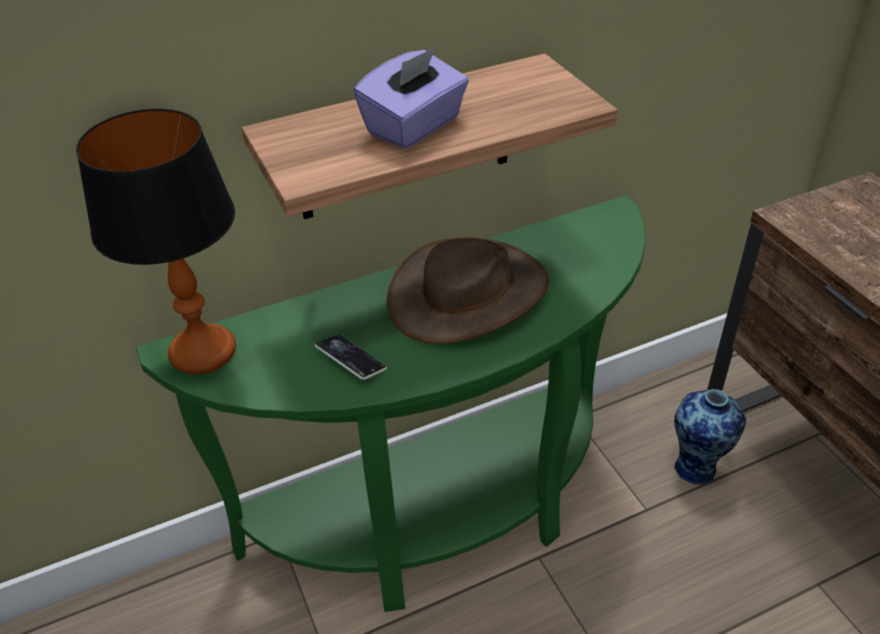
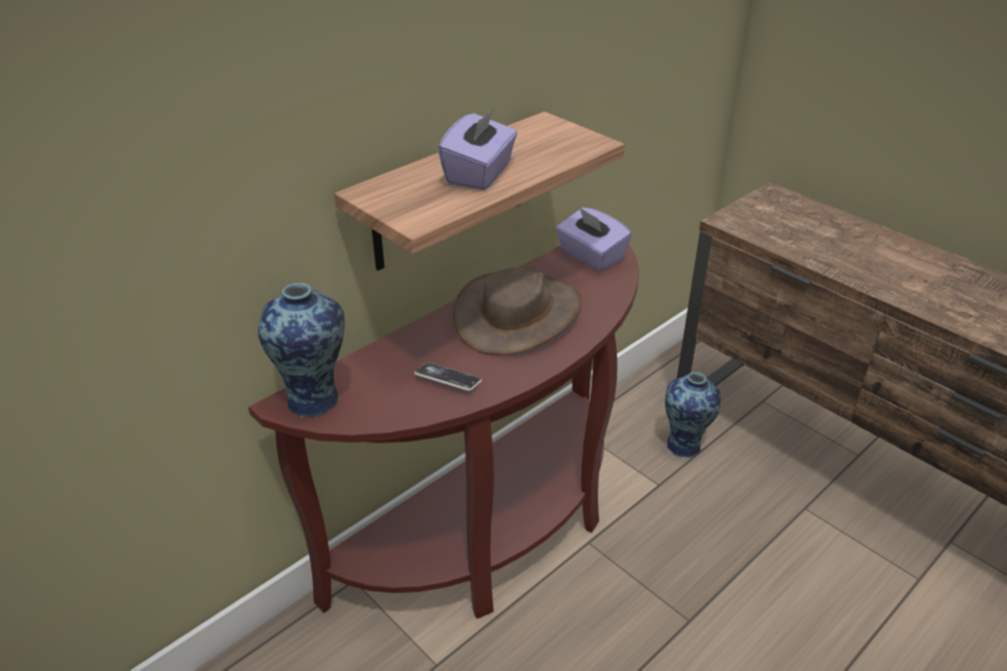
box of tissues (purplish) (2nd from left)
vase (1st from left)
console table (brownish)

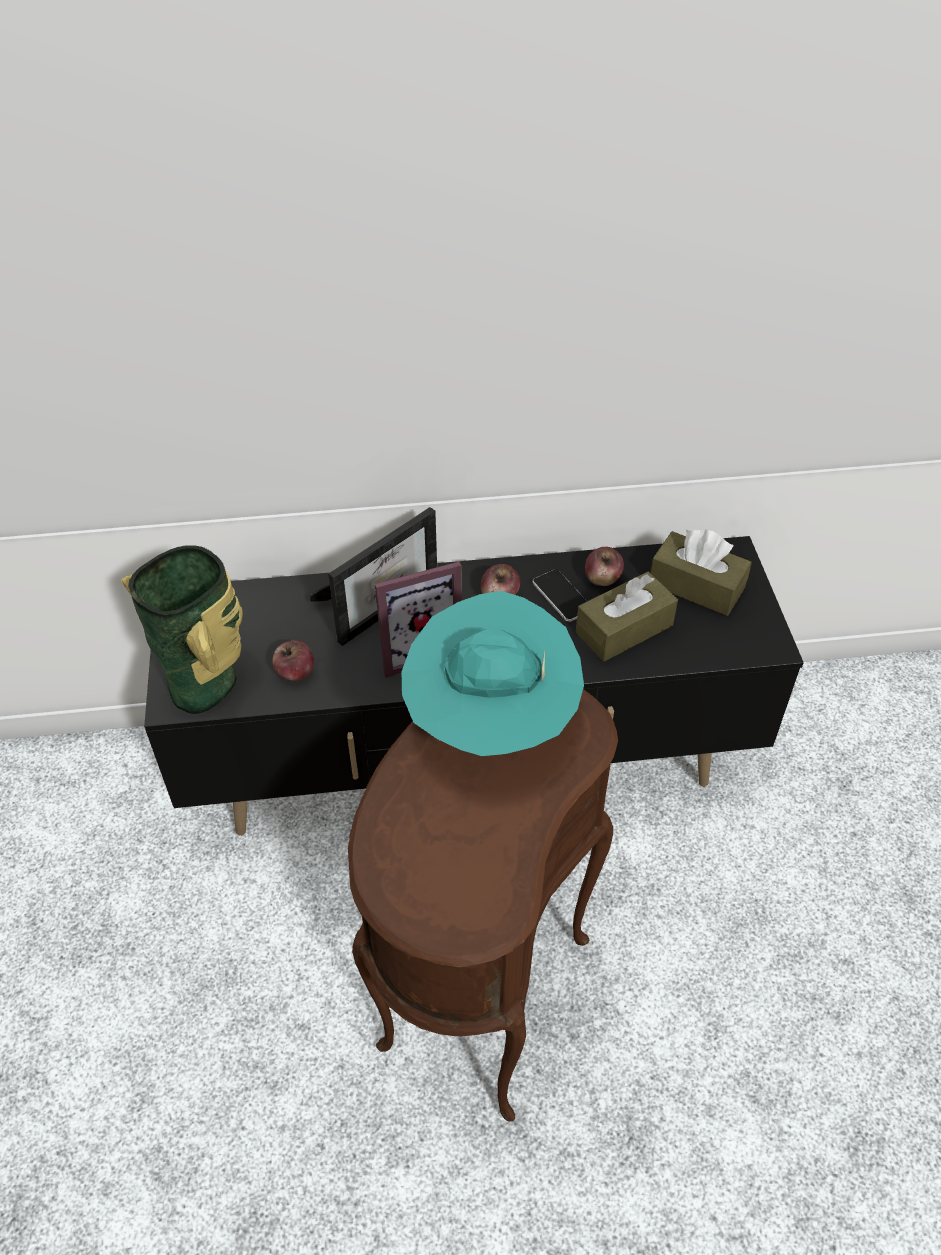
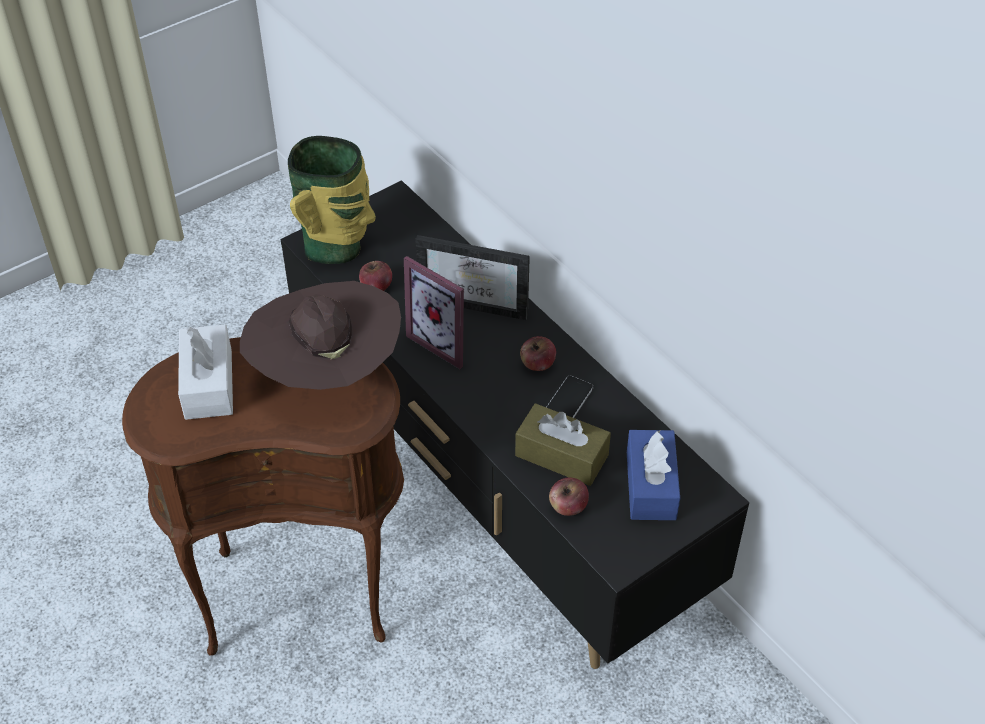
box of tissues (white)
apple (3rd from left)
hat (brownish)
box of tissues (bluish)

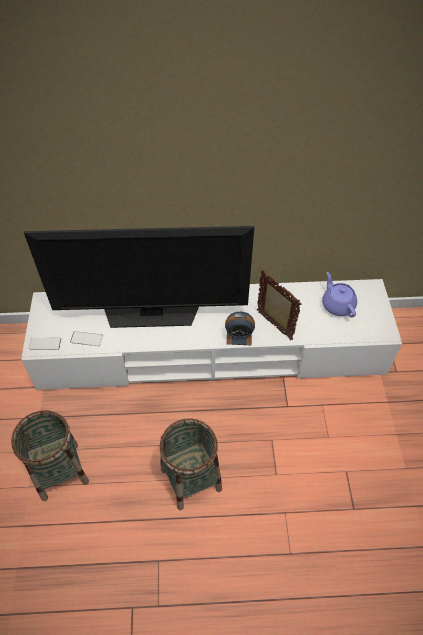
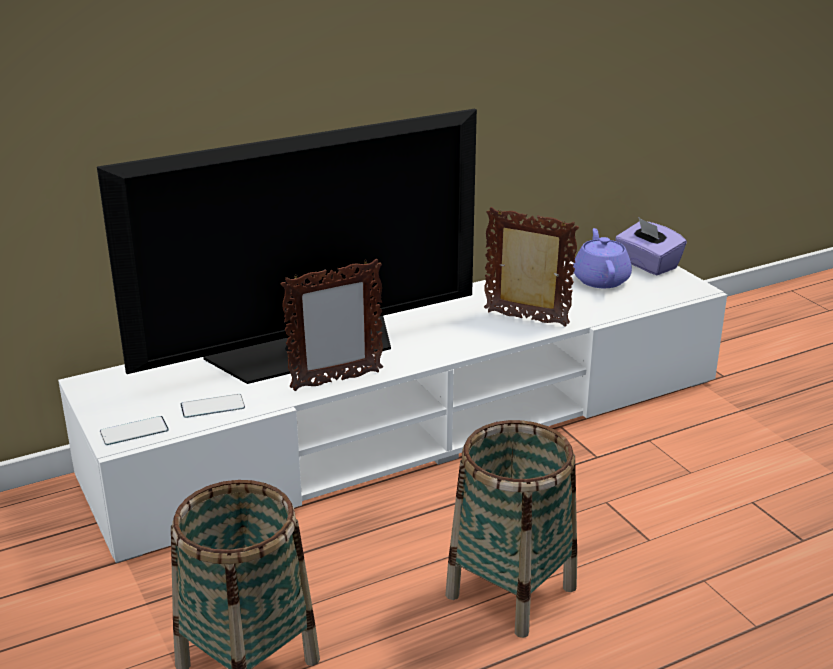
bedside clock
picture frame (1st from left)
box of tissues (purplish)
teapot (purplish)

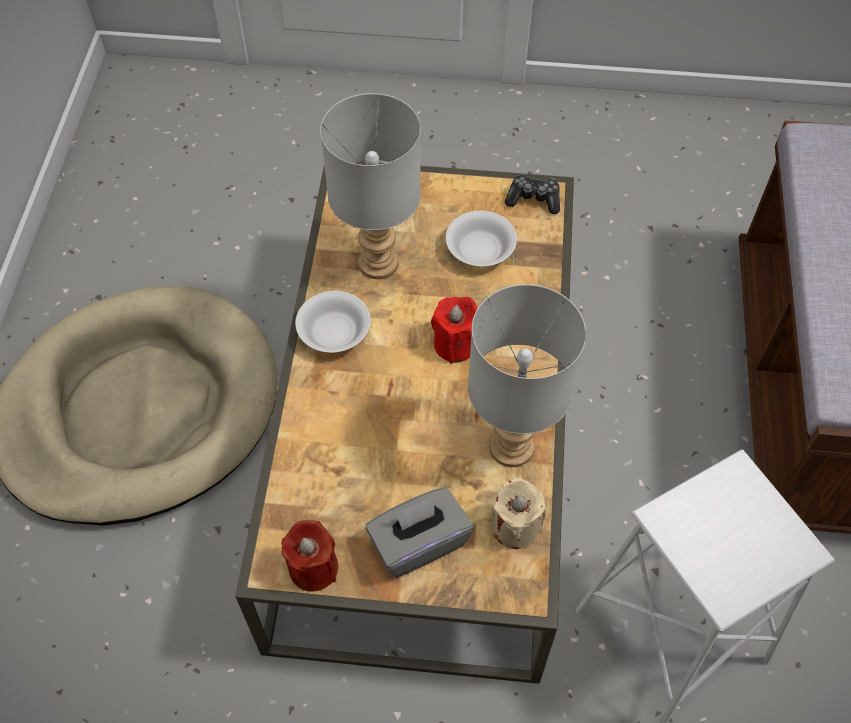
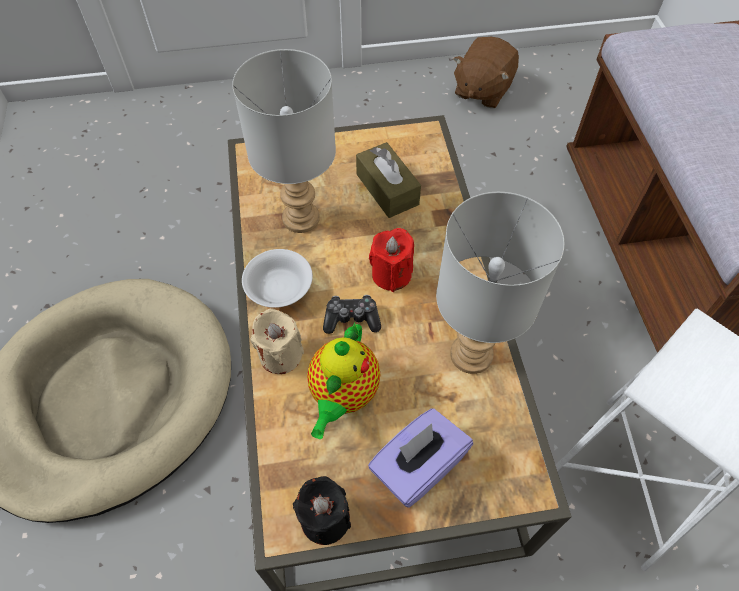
teapot
soft toy (brownish)
wax candle (beige-coloured)
gamepad
box of tissues (brownish)
wax candle (blackish)
box of tissues (purplish)

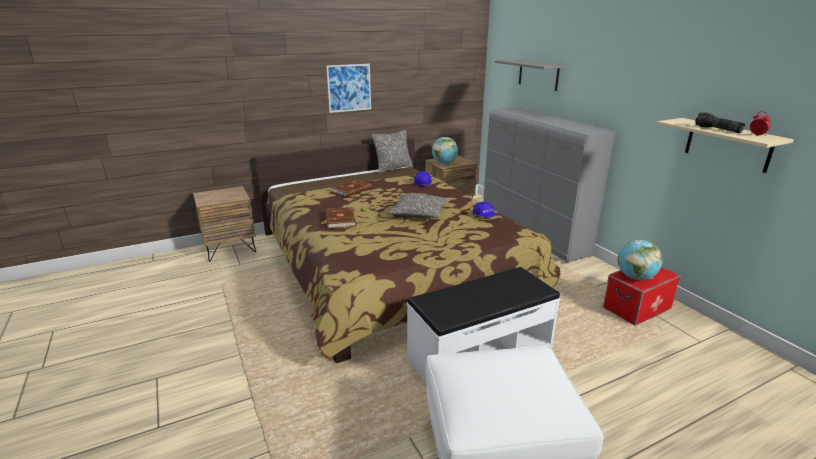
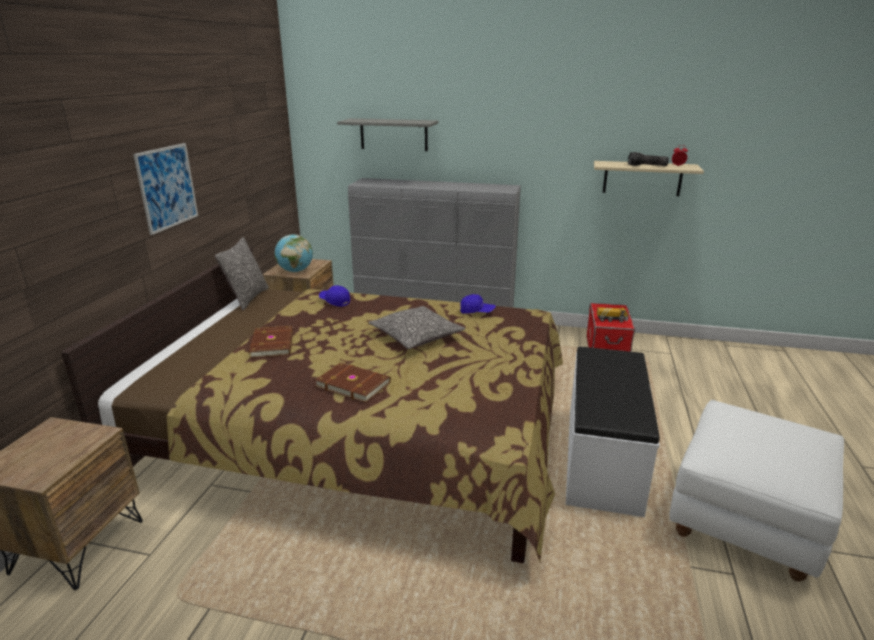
toy lorry

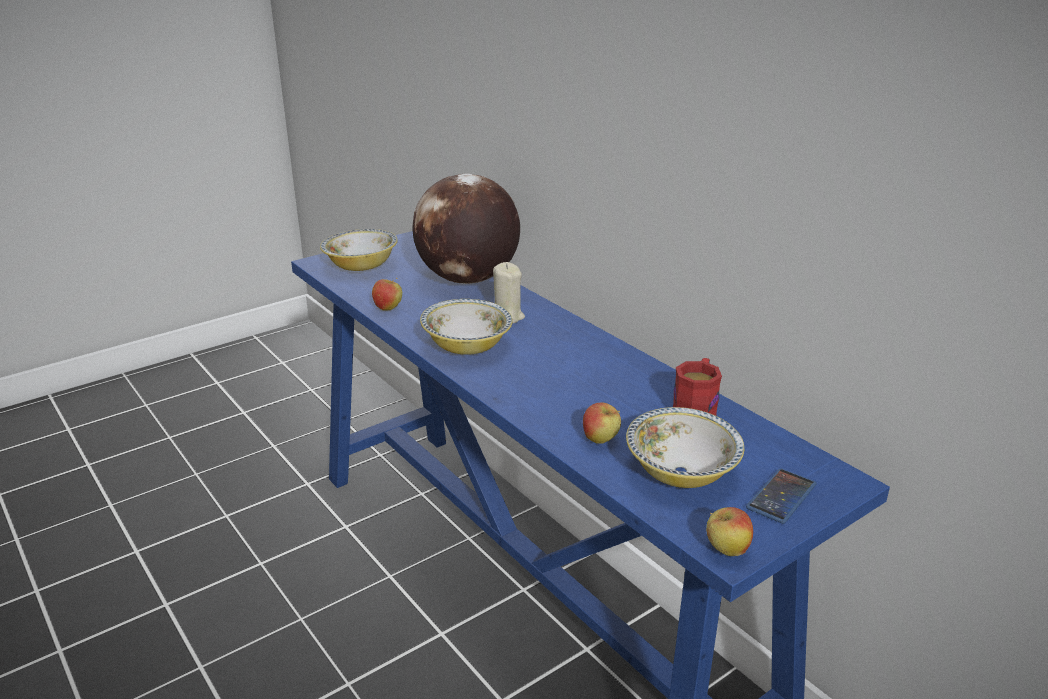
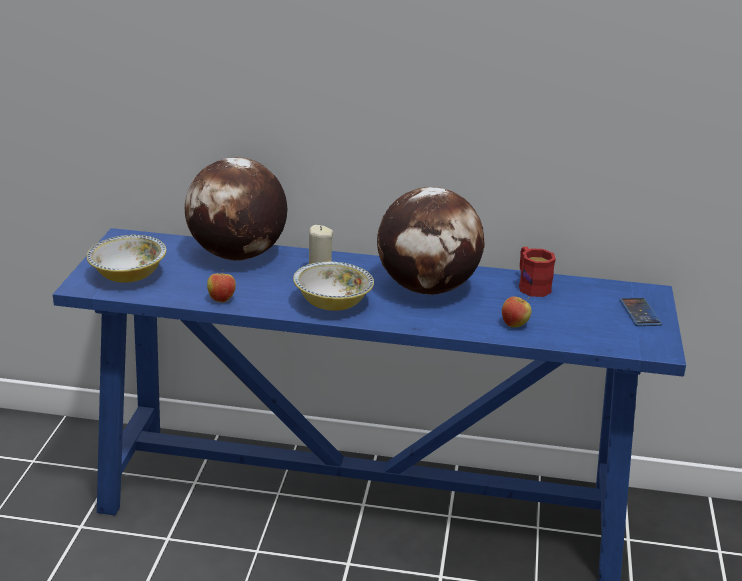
serving bowl (3rd from left in the first image)
apple (3rd from left in the first image)
desk globe (2nd from left)

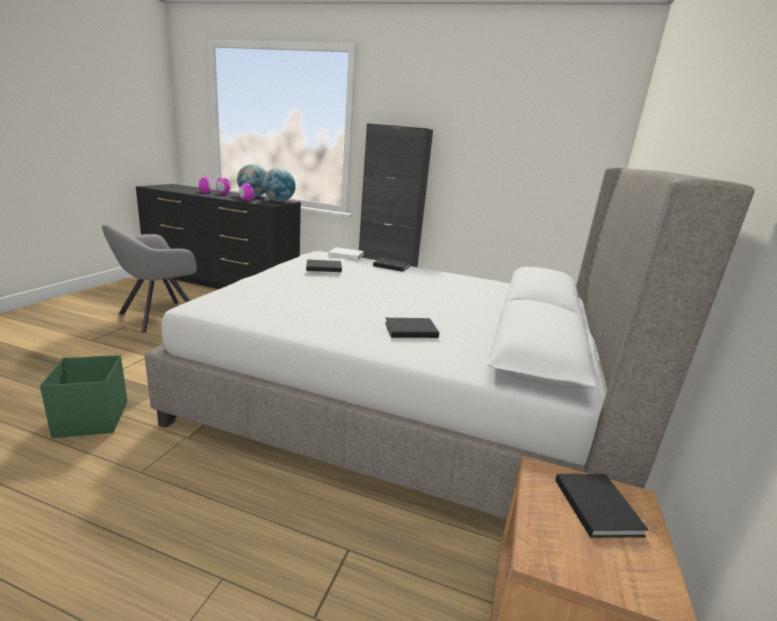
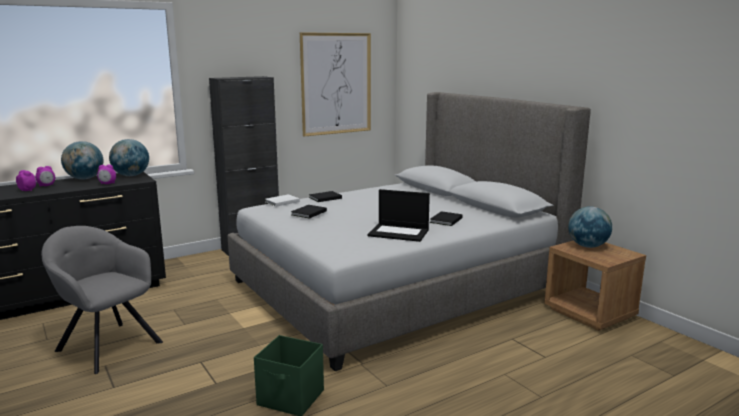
wall picture
portable computer
desk globe (3rd from left)
armchair (greyish)

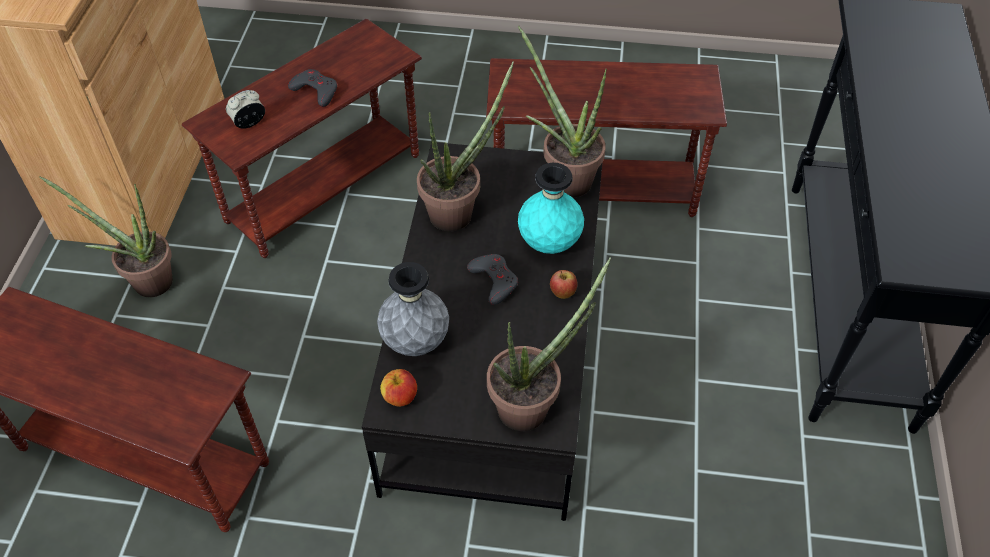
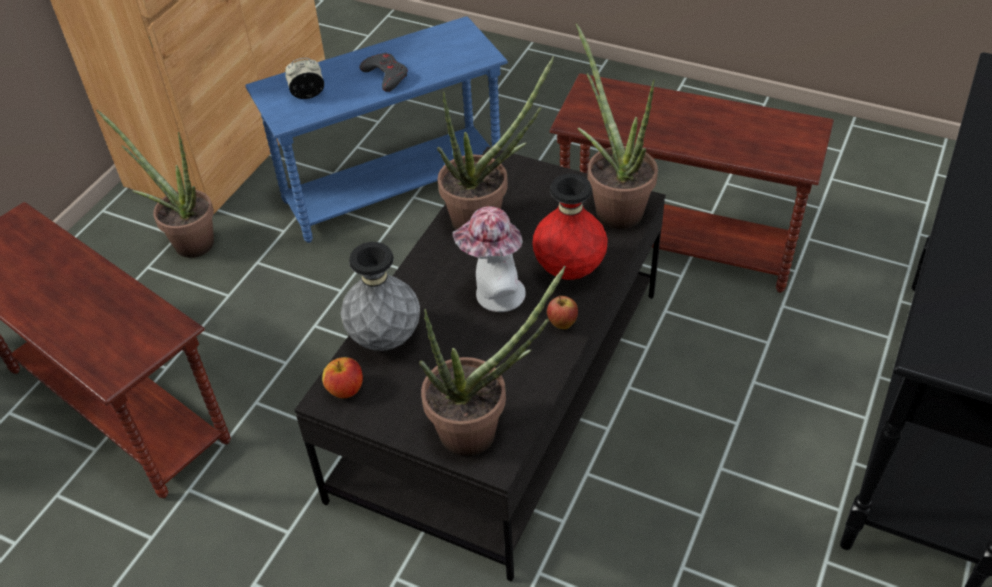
hat
end table (bluish)
vase (red)

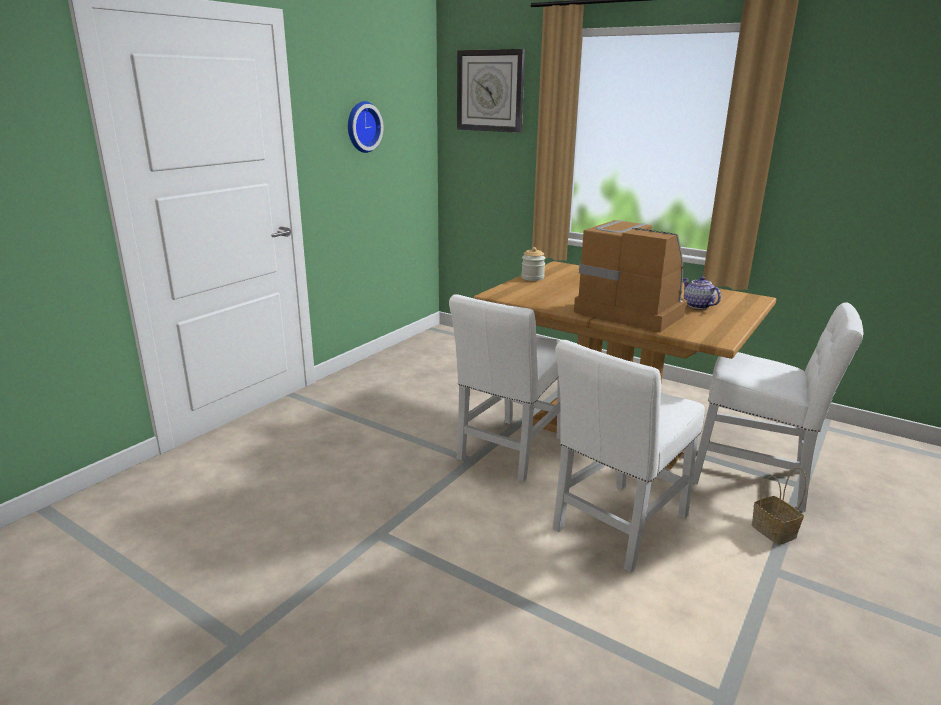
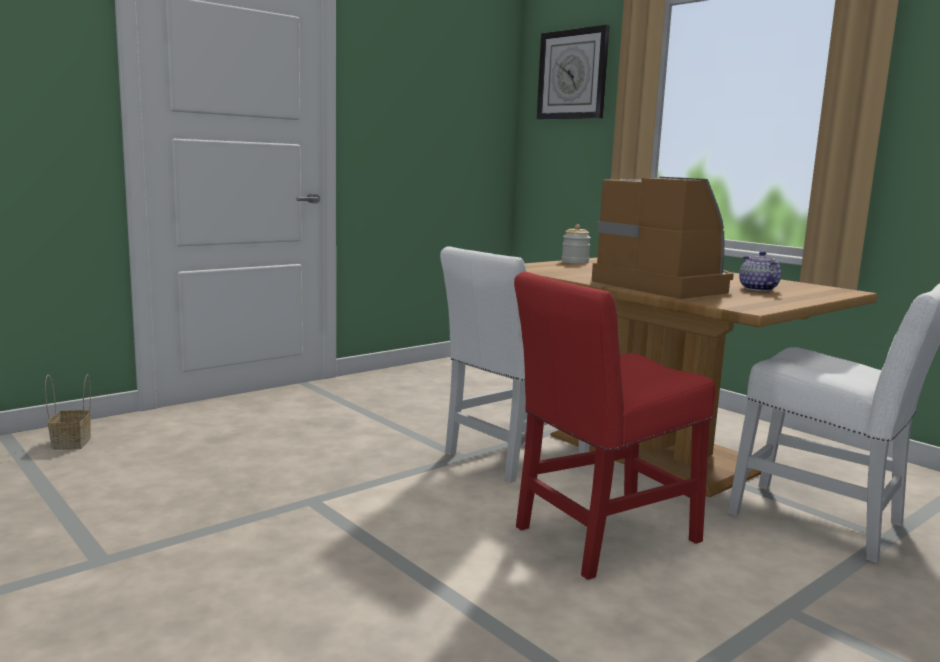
wall clock (1st from left in the first image)
household basket
plain chair (red)

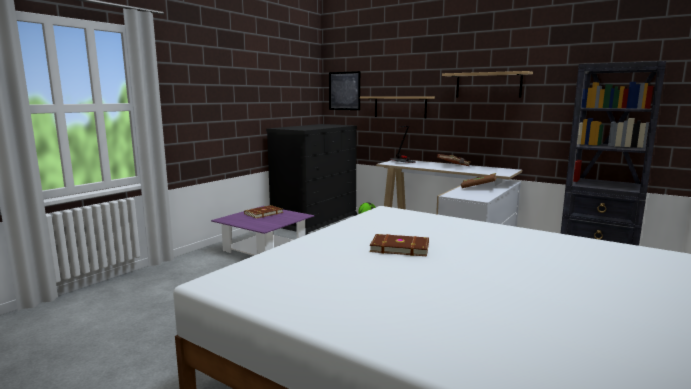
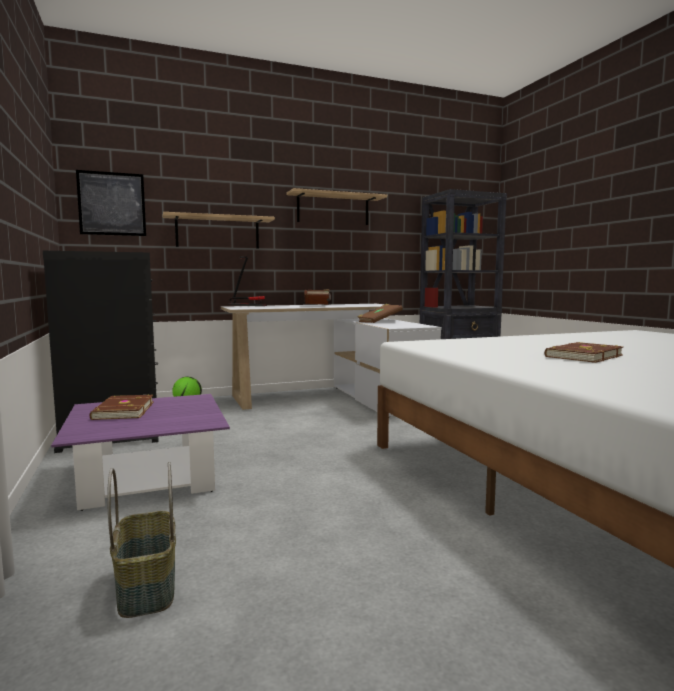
household basket

